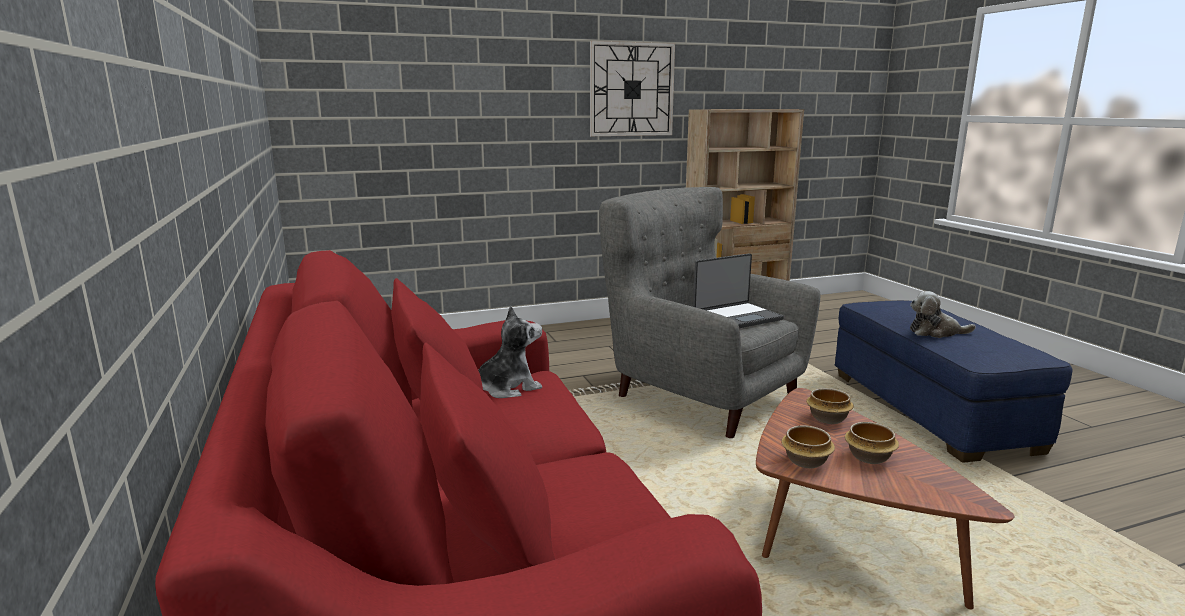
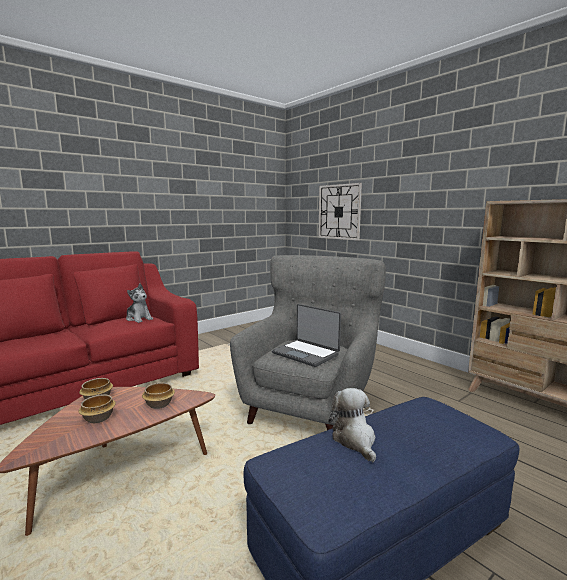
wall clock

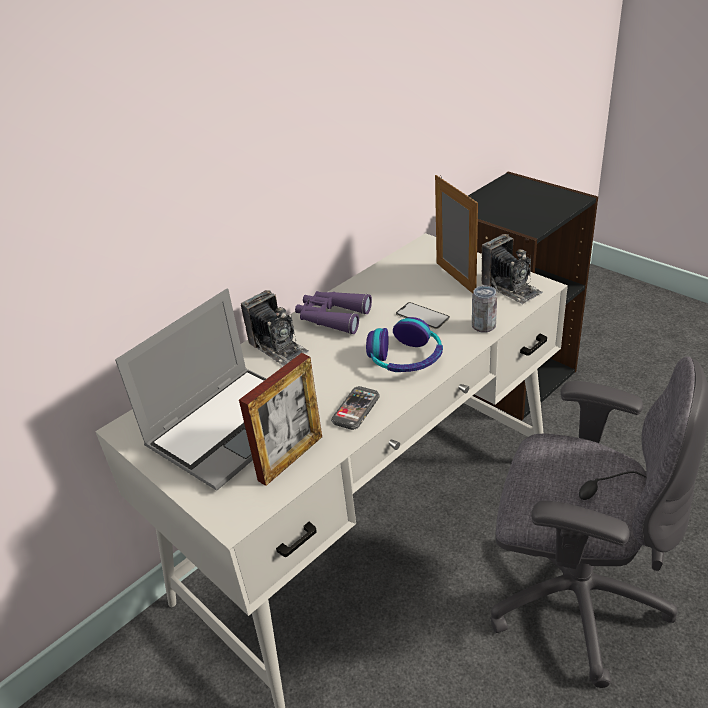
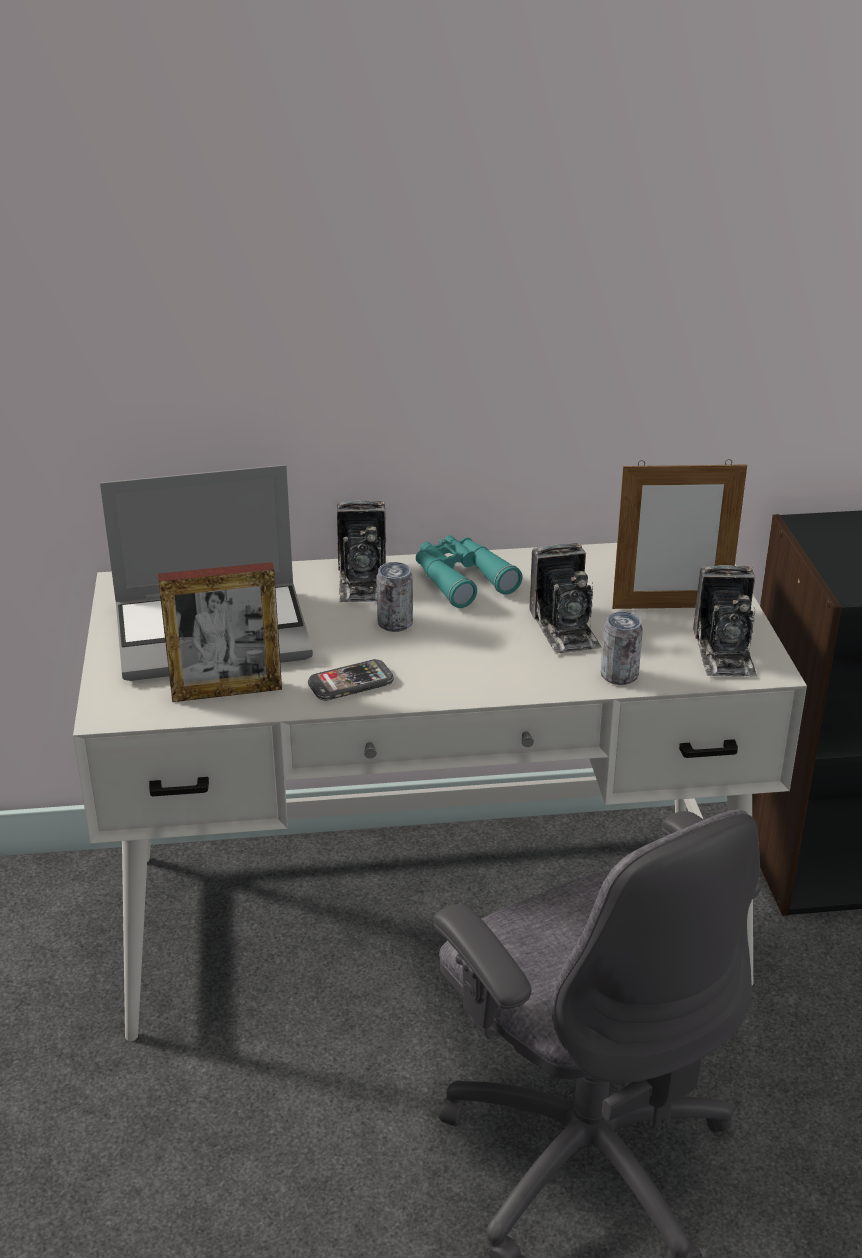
headset
can (1st from left)
still camera (2nd from left)
field glasses (blue-green)
picture frame (2nd from left)

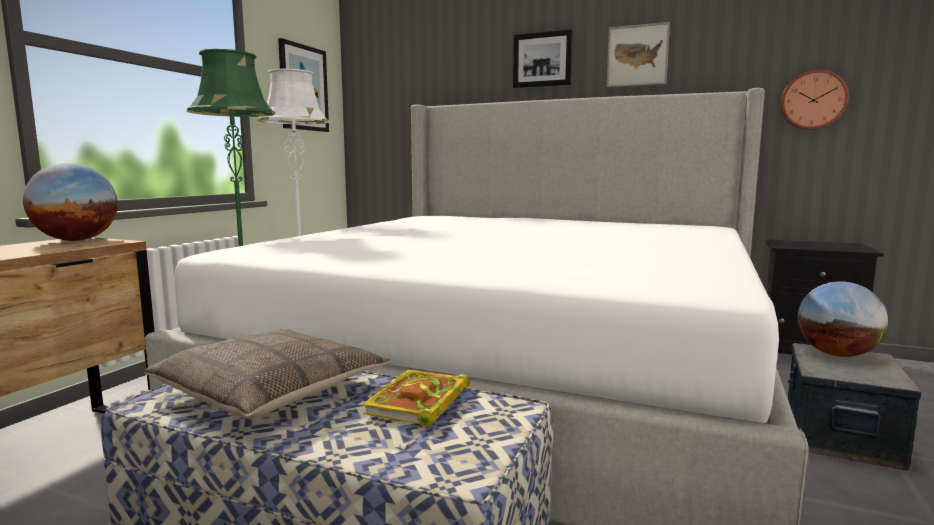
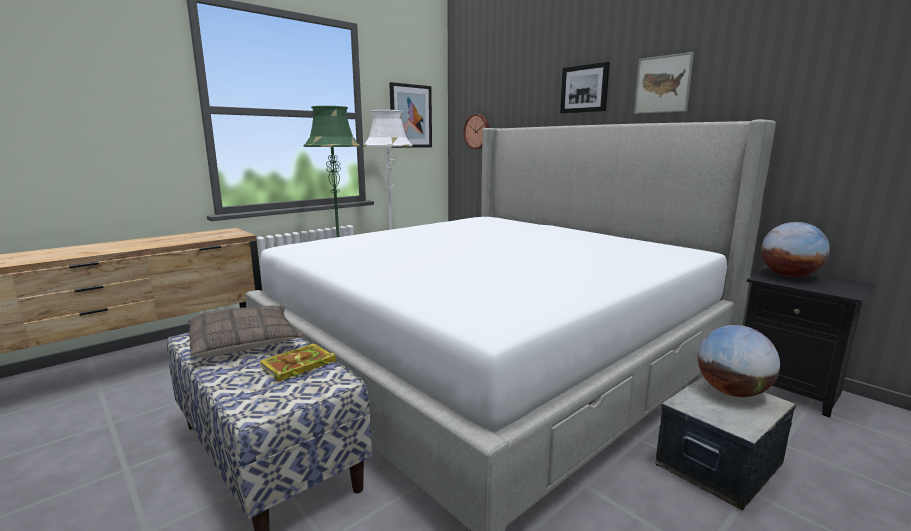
desk globe (2nd from left)
wall clock

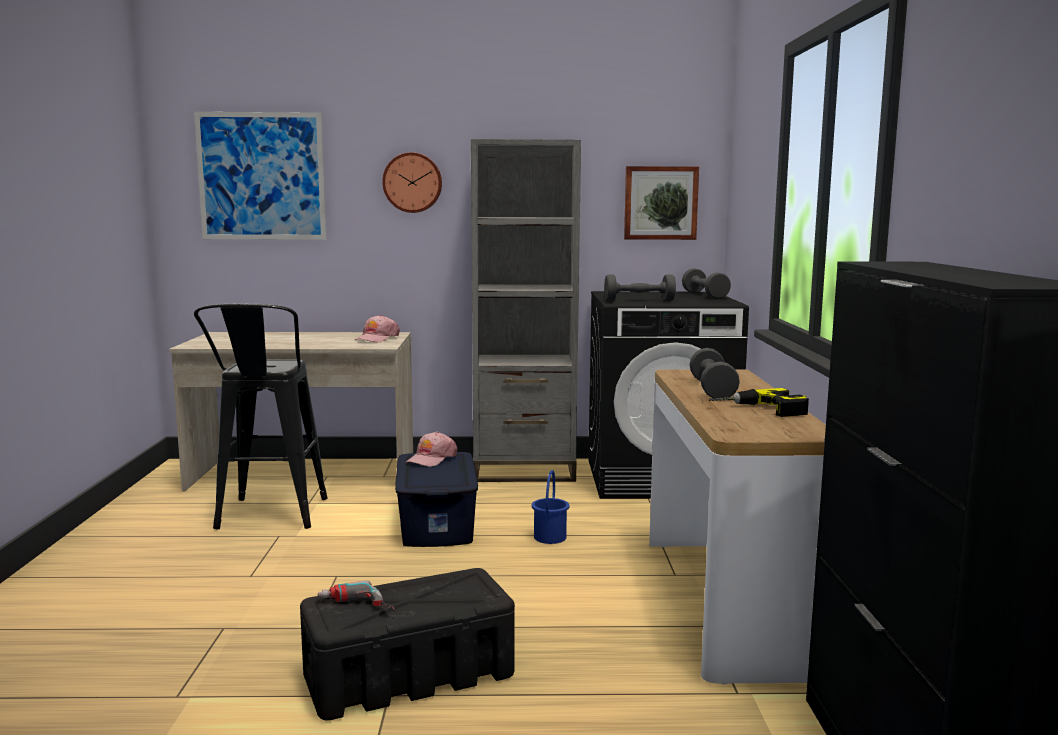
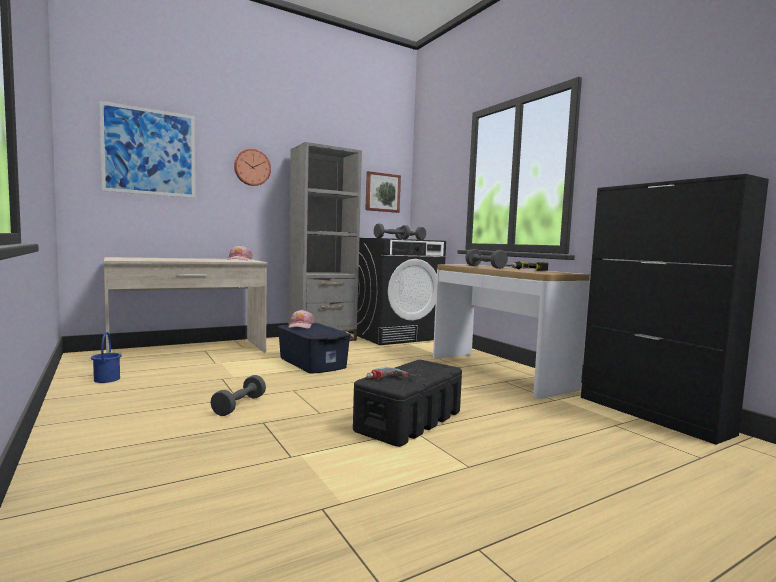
sitting stool (blackish)
dumbbell (greyish) (1st from left)
bucket (bluish)

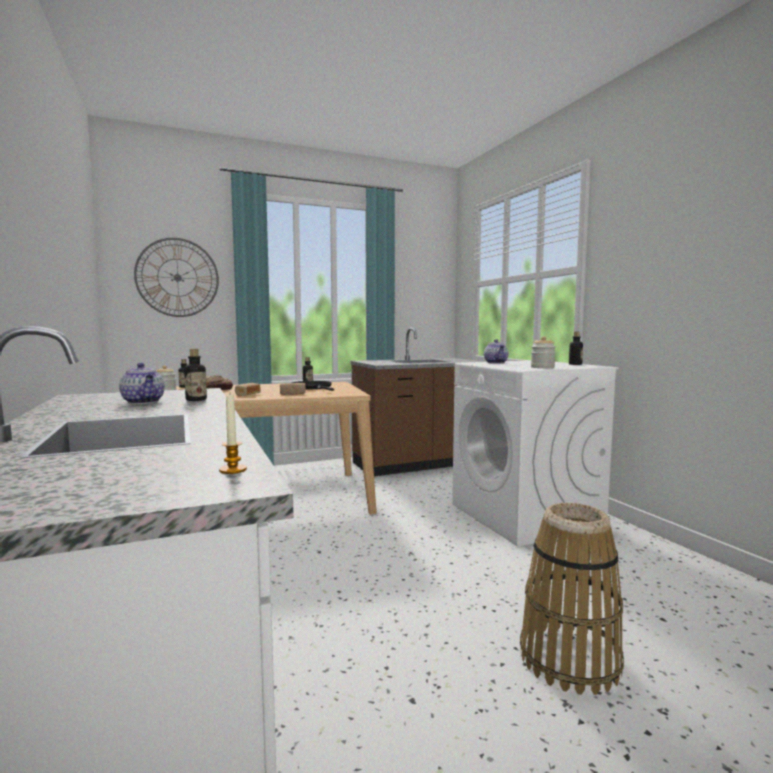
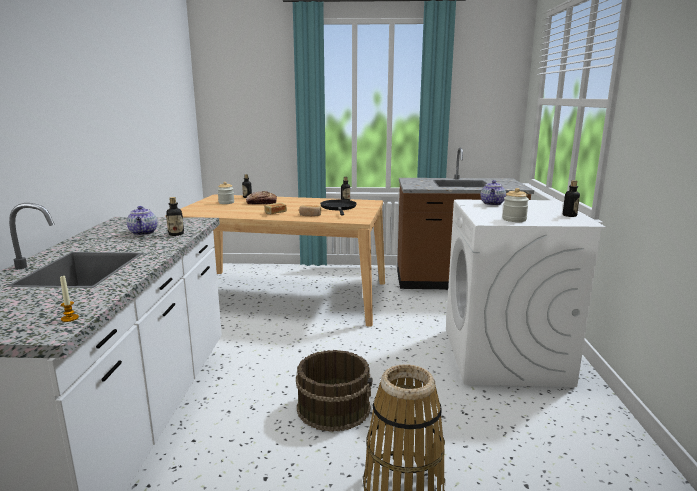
wall clock
bucket (brownish)

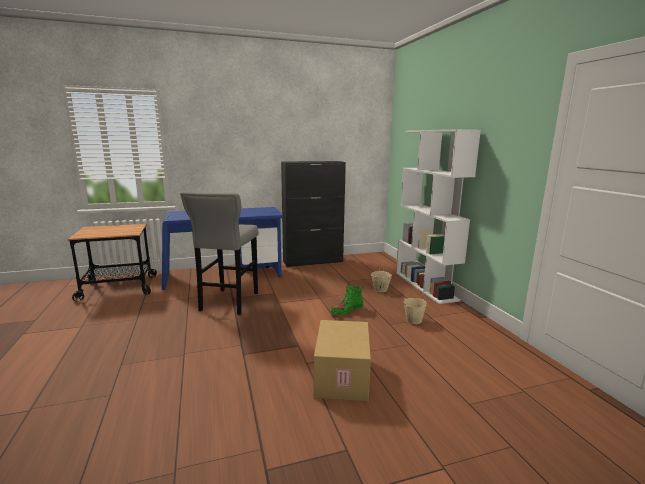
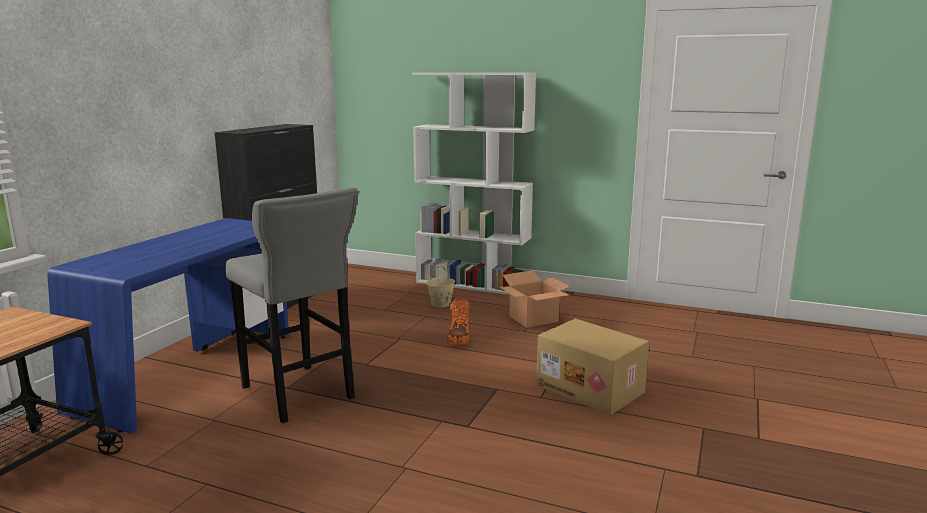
carton (1st from left)
tall boot (orangey)

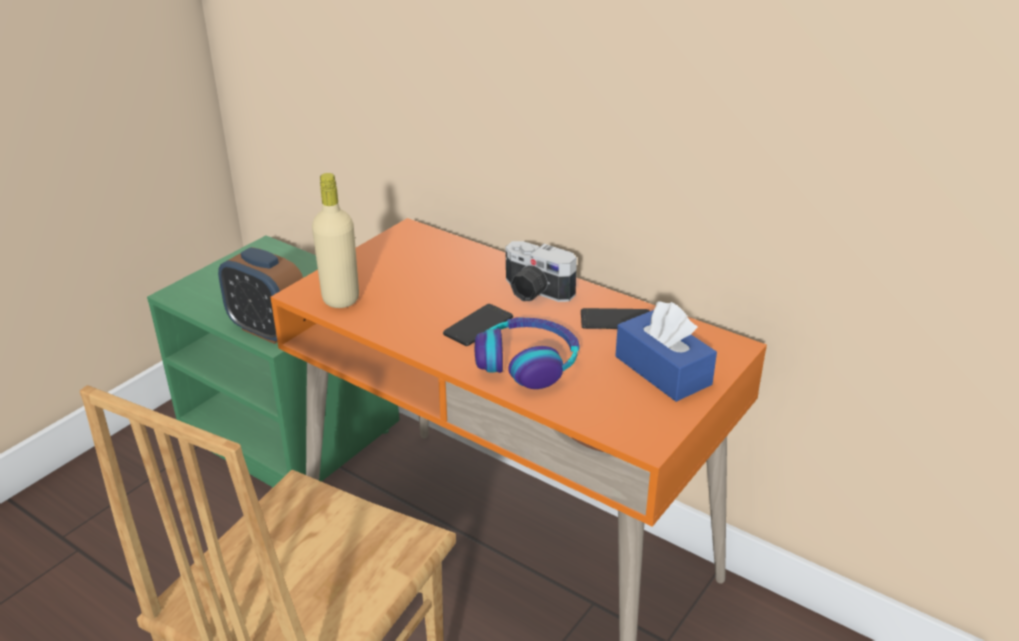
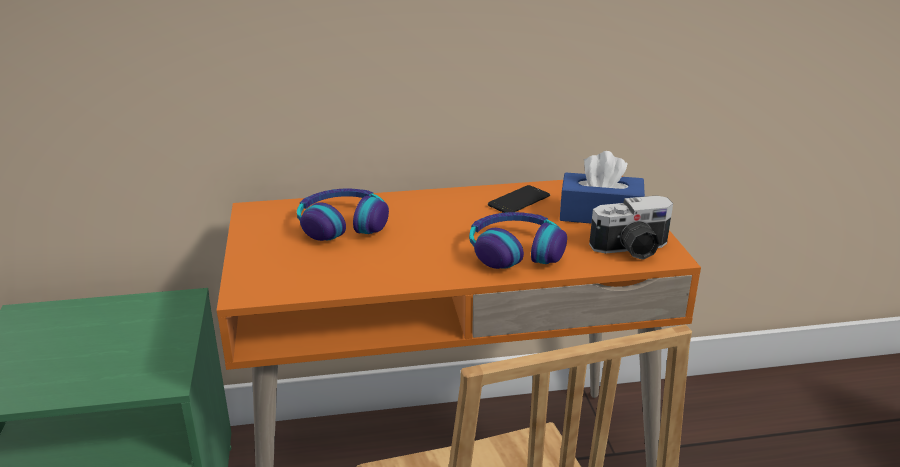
bedside clock
bottle (beige-coloured)
telephone (1st from left in the first image)
headset (1st from left)
still camera

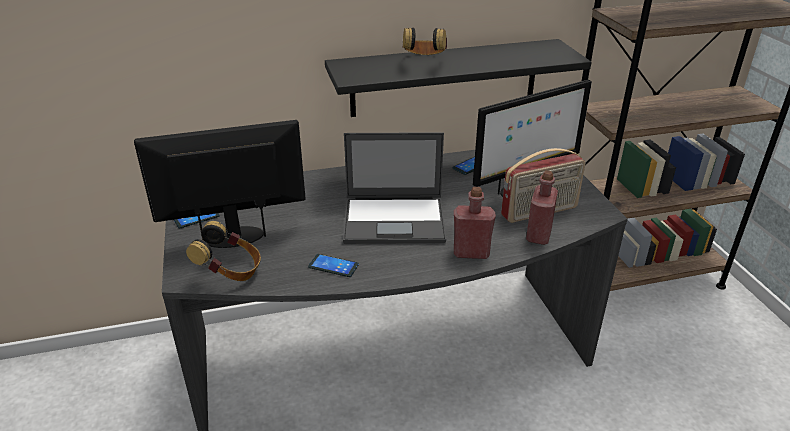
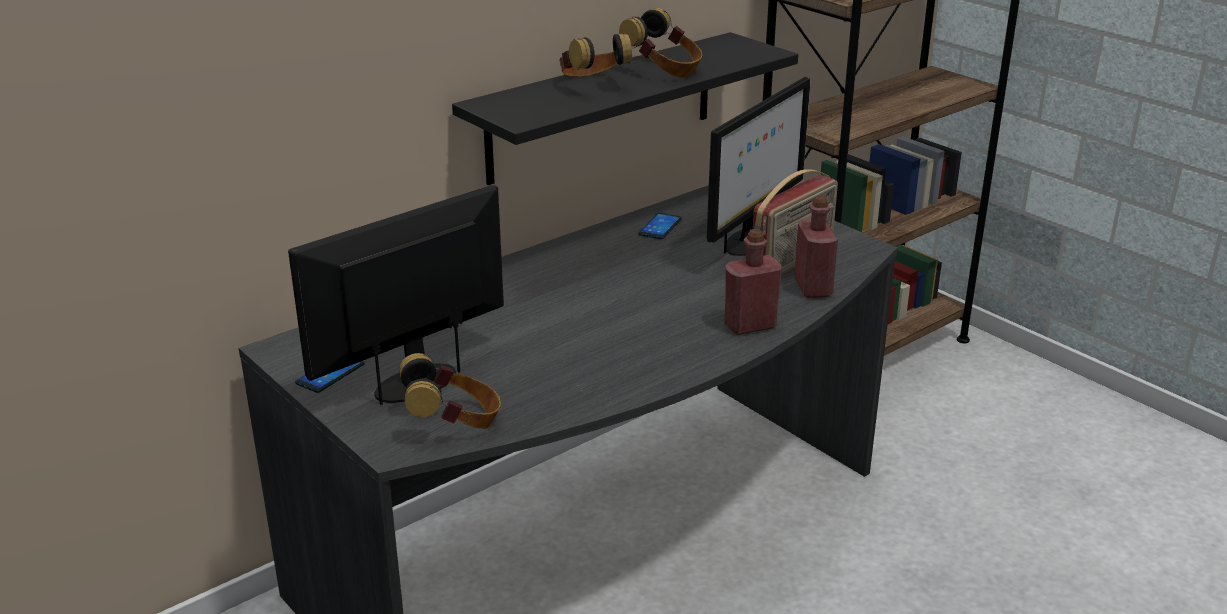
telephone (2nd from left in the first image)
portable computer
headset (3rd from left)

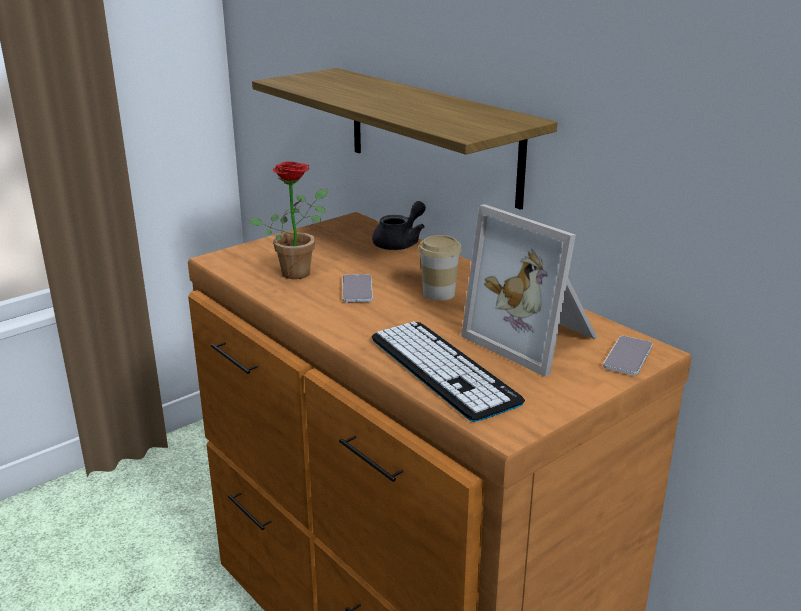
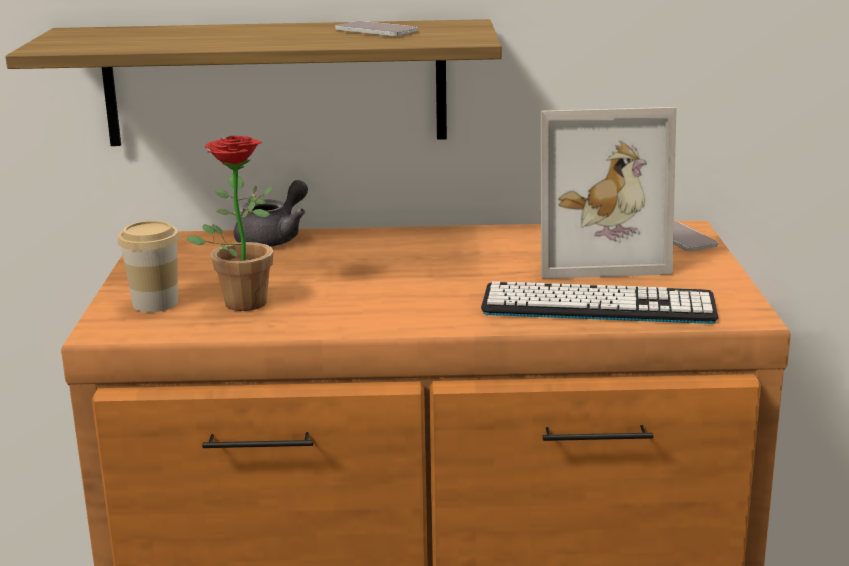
telephone (1st from left)
small cup
teapot (greyish)

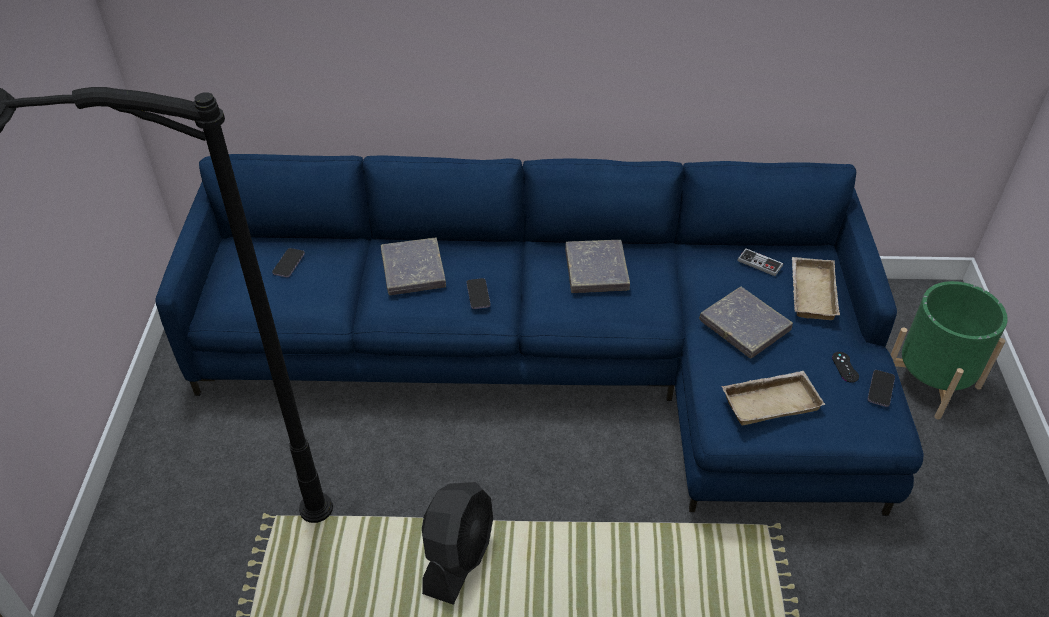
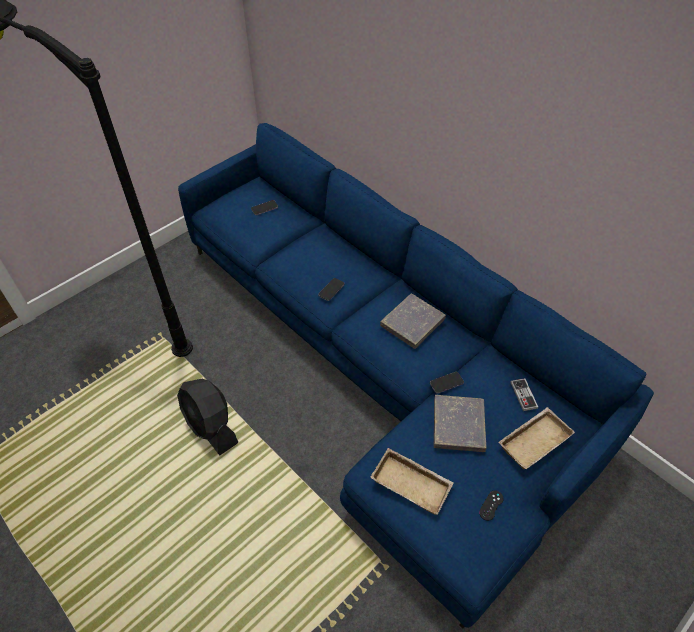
book (greyish) (1st from left in the first image)
planter (green-coloured)
telephone (3rd from left)
cooling fan (blackish)

